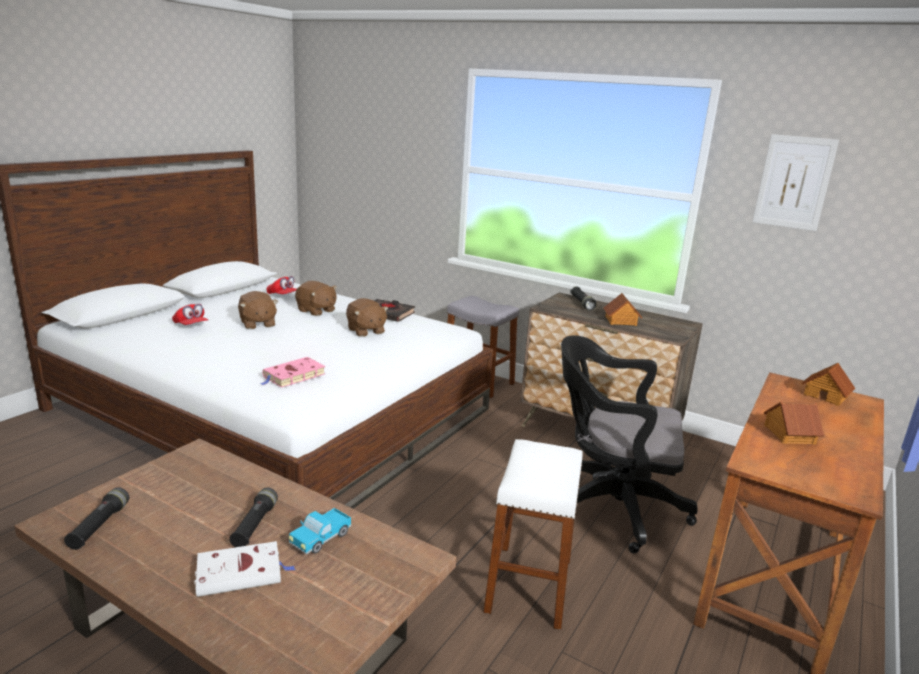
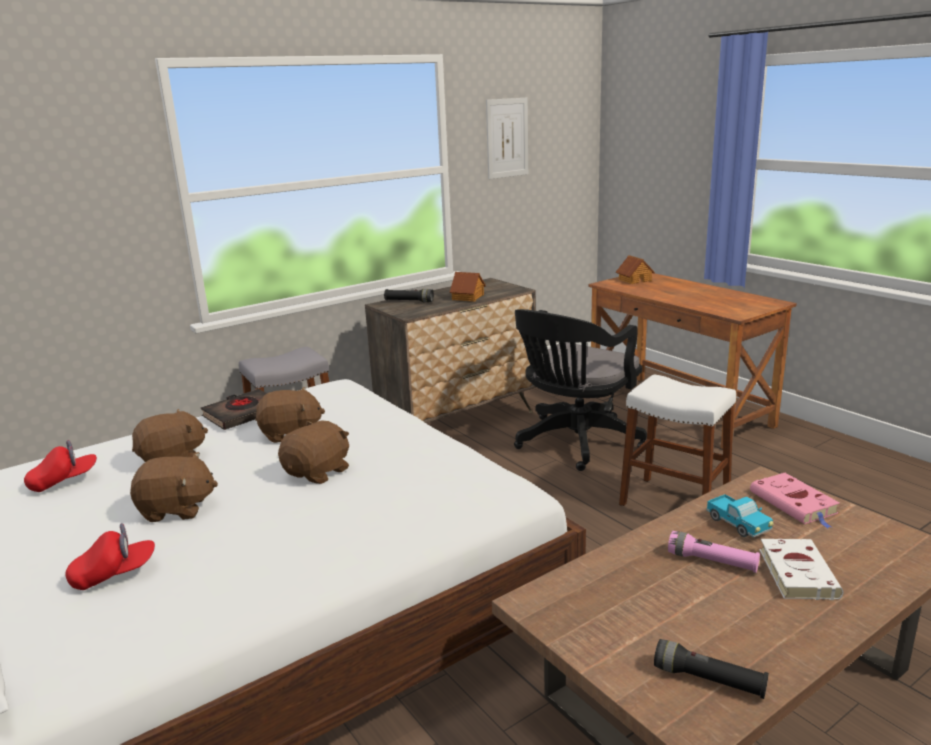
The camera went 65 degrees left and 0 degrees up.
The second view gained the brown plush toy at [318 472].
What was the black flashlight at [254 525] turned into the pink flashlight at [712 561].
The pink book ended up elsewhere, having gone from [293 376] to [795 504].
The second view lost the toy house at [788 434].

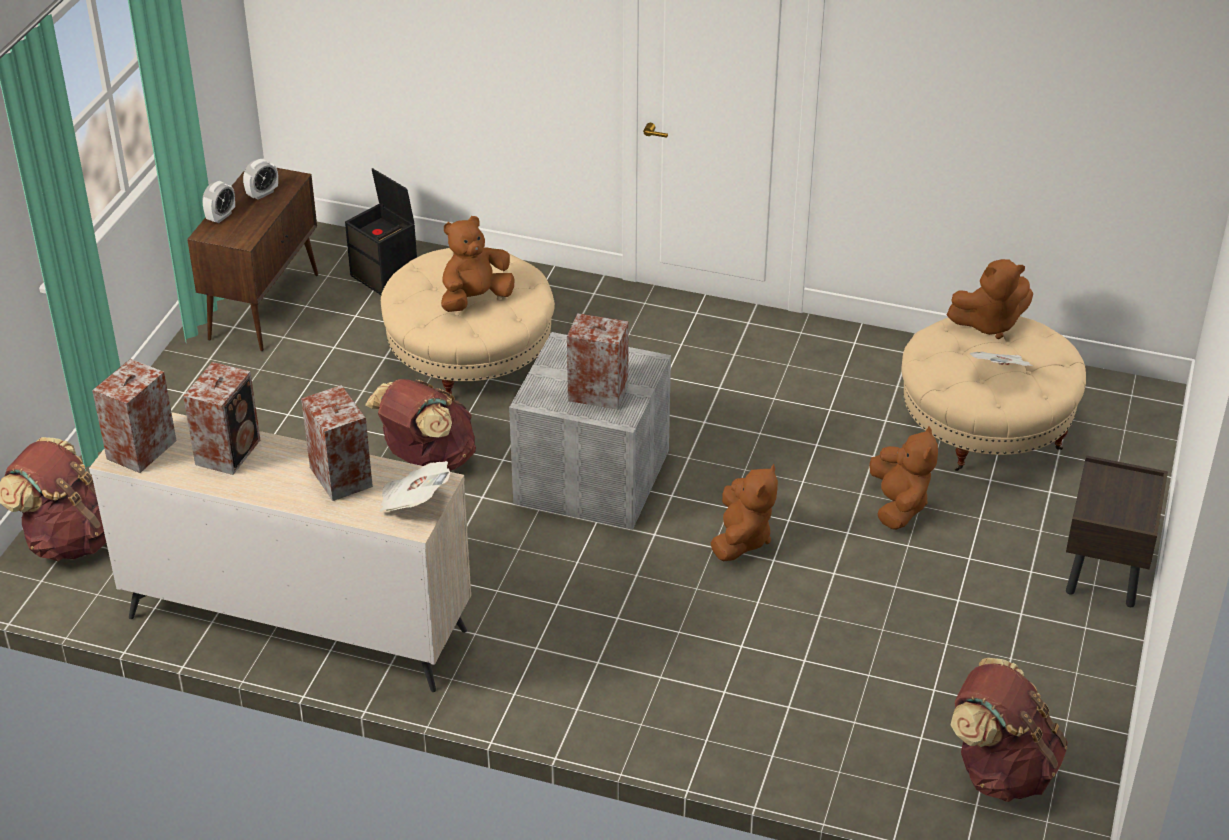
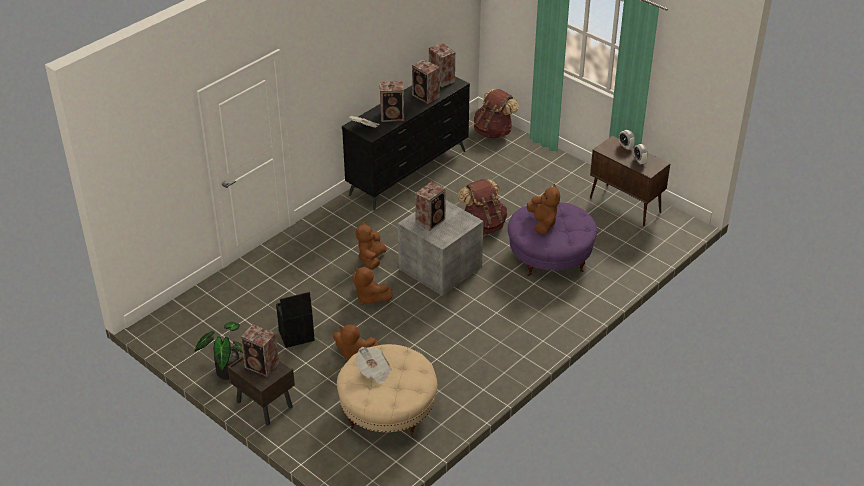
The camera went 115 degrees right and 0 degrees up.
The second view gained the potted plant at [226 370].
The second view gained the speaker at [262 366].
The black storage box ended up elsewhere, having gone from [386 277] to [296 336].
What was the beige dresser at [296 622] turned into the black dresser at [409 172].
The brown plush toy ended up elsewhere, having gone from [989 323] to [371 259].
What was the beige ottoman at [470 356] turned into the purple ottoman at [550 256].
The second view lost the brown backpack at [1000 770].

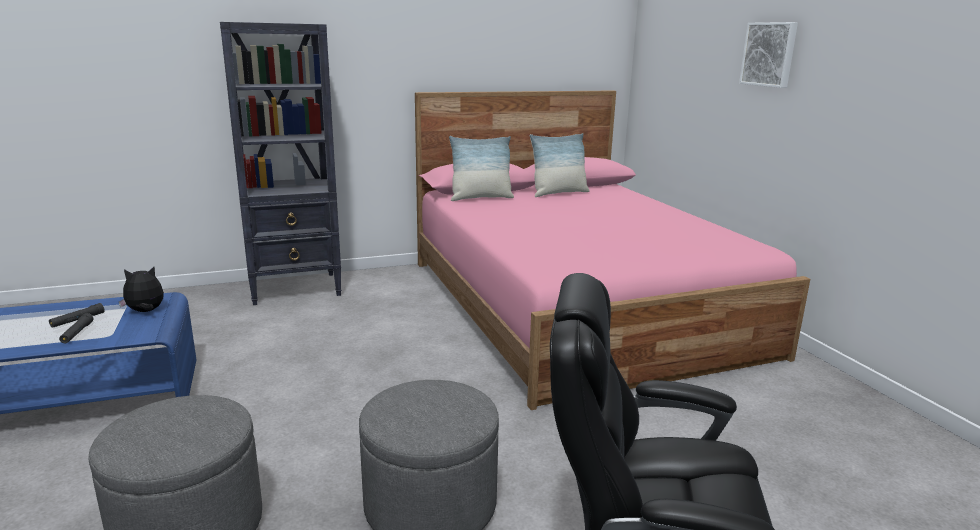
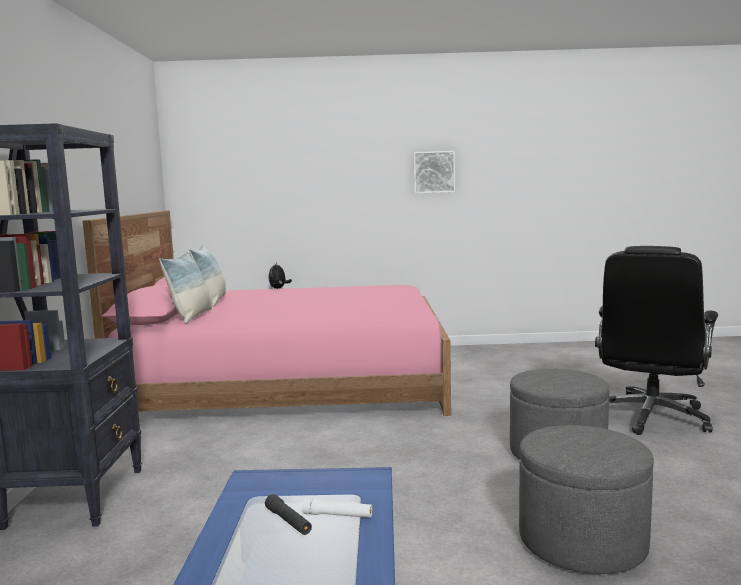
The camera went 70 degrees left and 10 degrees down.
The plush toy ended up elsewhere, having gone from [146 311] to [279 288].
What was the black flashlight at [77 333] turned into the white flashlight at [337 515].
The picture ended up elsewhere, having gone from [769 54] to [434 172].

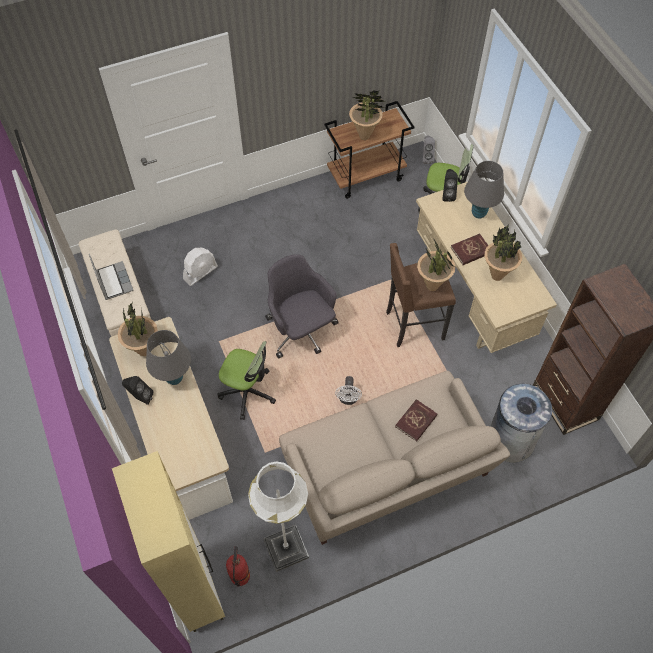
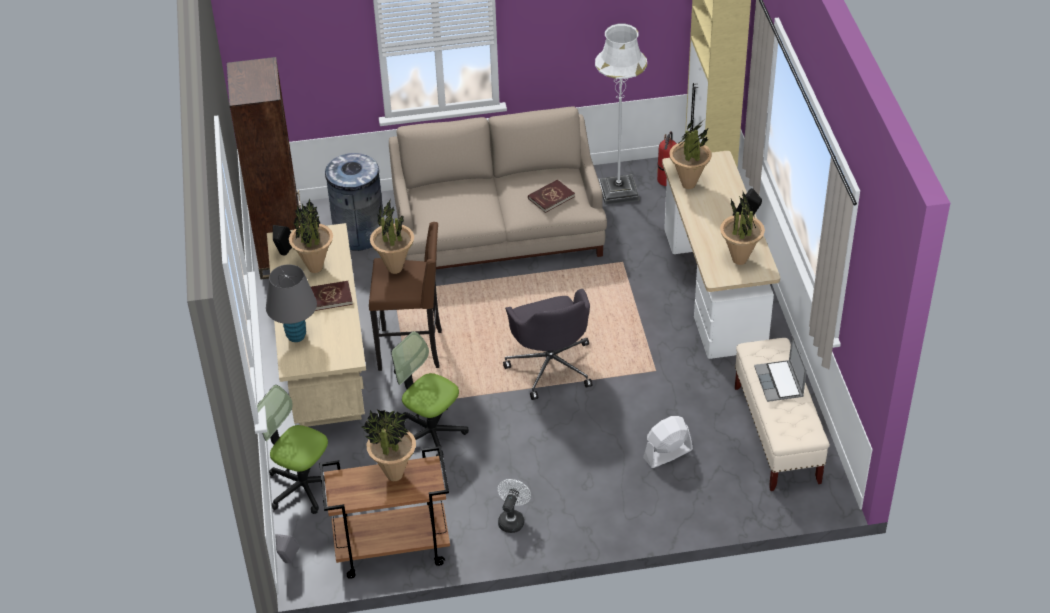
The camera went 165 degrees left and 15 degrees down.
The black speaker ended up elsewhere, having gone from [447 195] to [284 254].
The office chair ended up elsewhere, having gone from [248 392] to [430 433].
The white fan ended up elsewhere, having gone from [348 399] to [512 519].
The red book ended up elsewhere, having gone from [416 421] to [551 197].
The second view gained the potted plant at [688 184].
The second view lost the grey table lamp at [174 378].

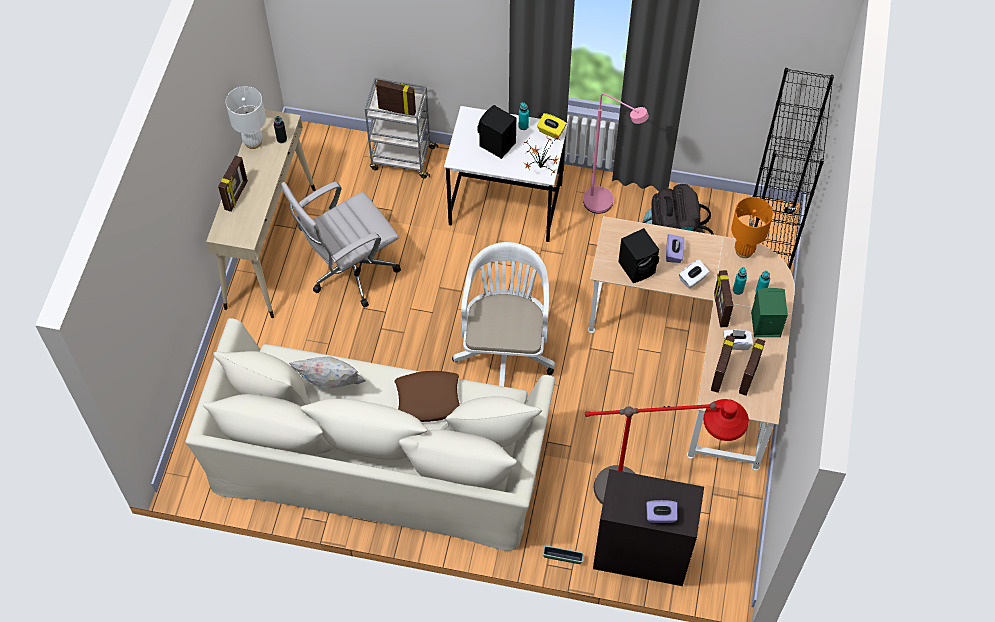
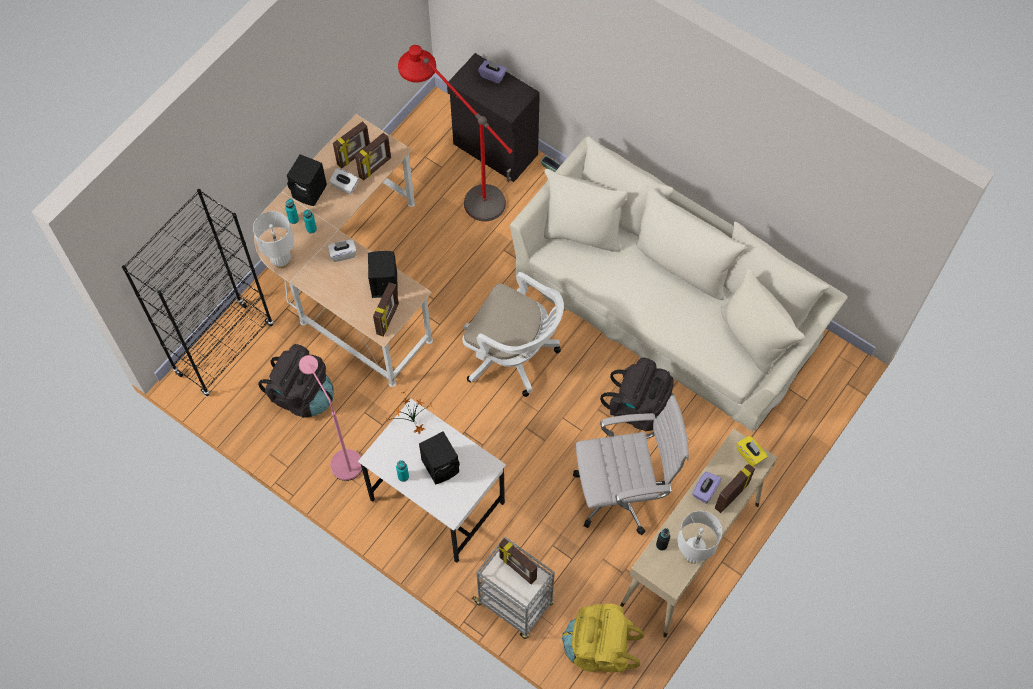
The camera went 155 degrees left and 5 degrees up.
What was the orange table lamp at [744 251] turned into the white table lamp at [281 260].
What was the green speaker at [764 324] turned into the black speaker at [310 192].
The picture frame ended up elsewhere, having gone from [720 310] to [388 319].
The white office chair at [505 348] ended up facing another way, 90 degrees counterclockwise from before.
The second view gained the yellow backpack at [599 648].
The second view gained the black backpack at [639 408].
The purple tissue box ended up elsewhere, having gone from [674 253] to [705 490].
The yellow tissue box ended up elsewhere, having gone from [551 131] to [750 454].
The second view lost the white pillow at [331 387].
The second view lost the brown pillow at [428 400].

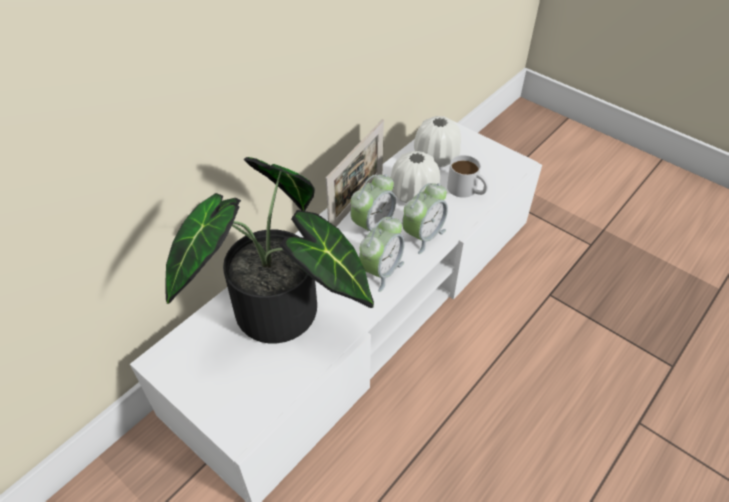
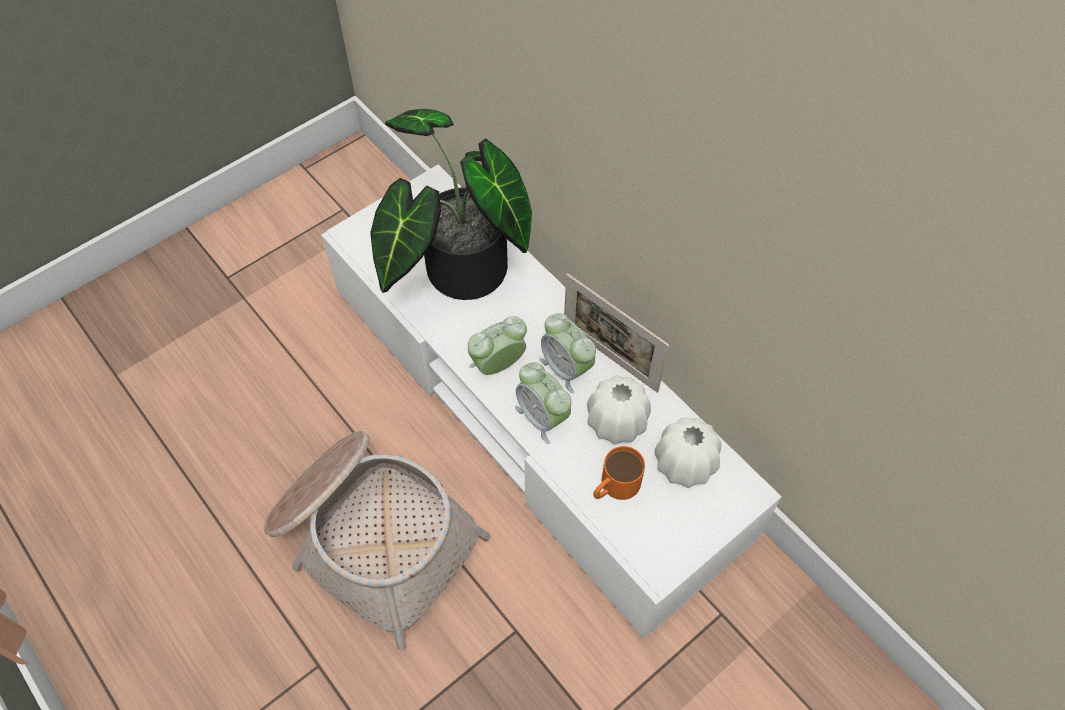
The camera went 100 degrees right and 10 degrees up.
The second view gained the basket at [373 537].
The alarm clock at [381 271] ended up facing another way, 105 degrees clockwise from before.
What was the white mug at [467 190] turned into the orange mug at [614 486].

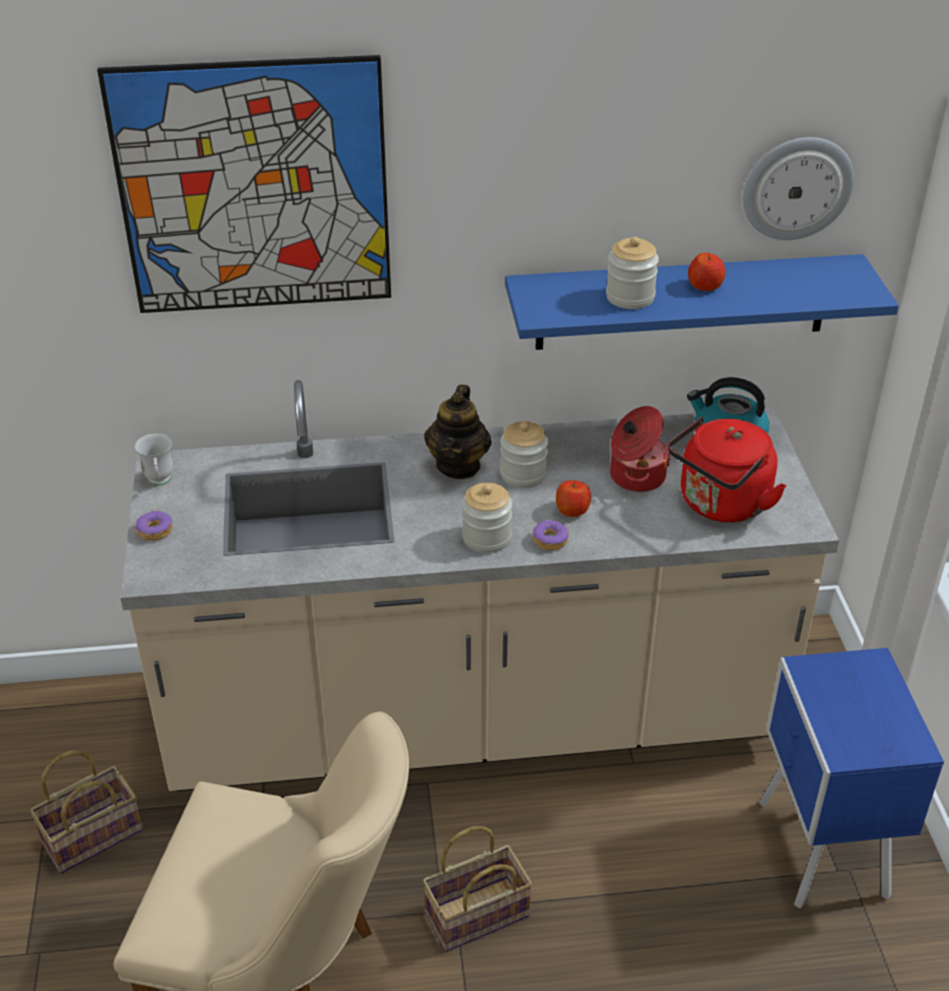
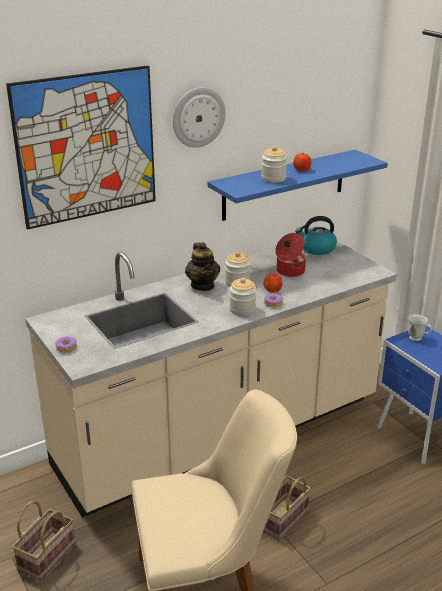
The camera went 25 degrees left and 10 degrees down.
The wall clock ended up elsewhere, having gone from [796 187] to [198 117].
The white mug ended up elsewhere, having gone from [159 482] to [418 339].
The second view lost the red kettle at [720 505].

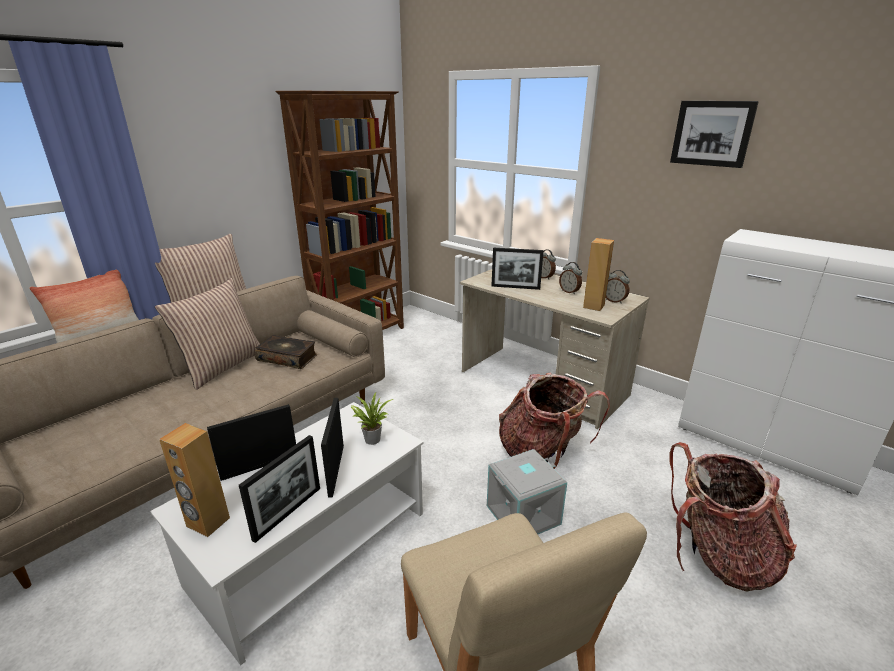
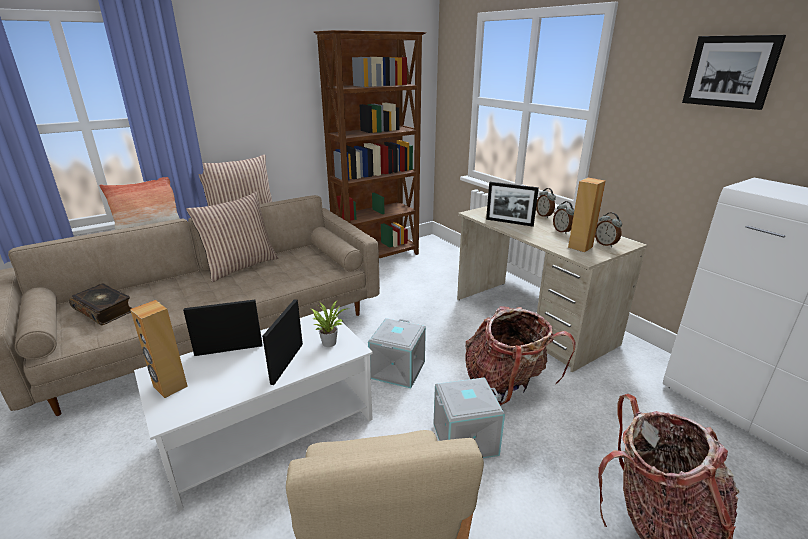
The camera went 15 degrees right and 0 degrees up.
The book ended up elsewhere, having gone from [287 358] to [105 310].
The second view gained the grey storage box at [398 370].
The second view lost the picture frame at [288 513].

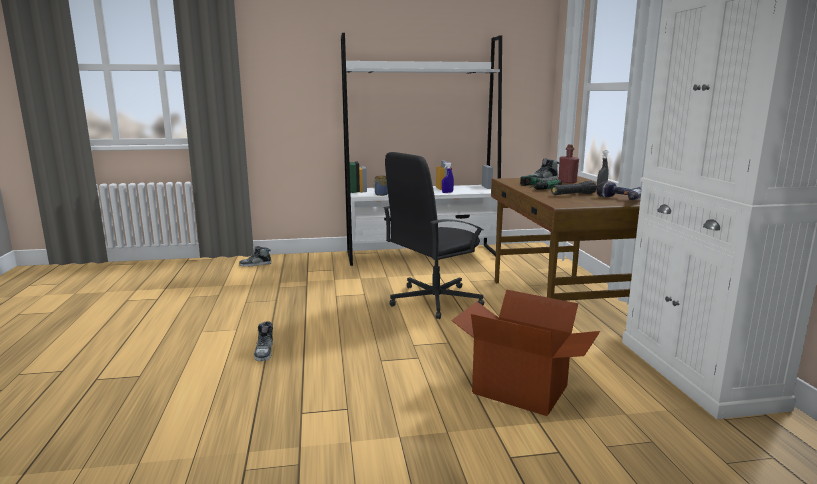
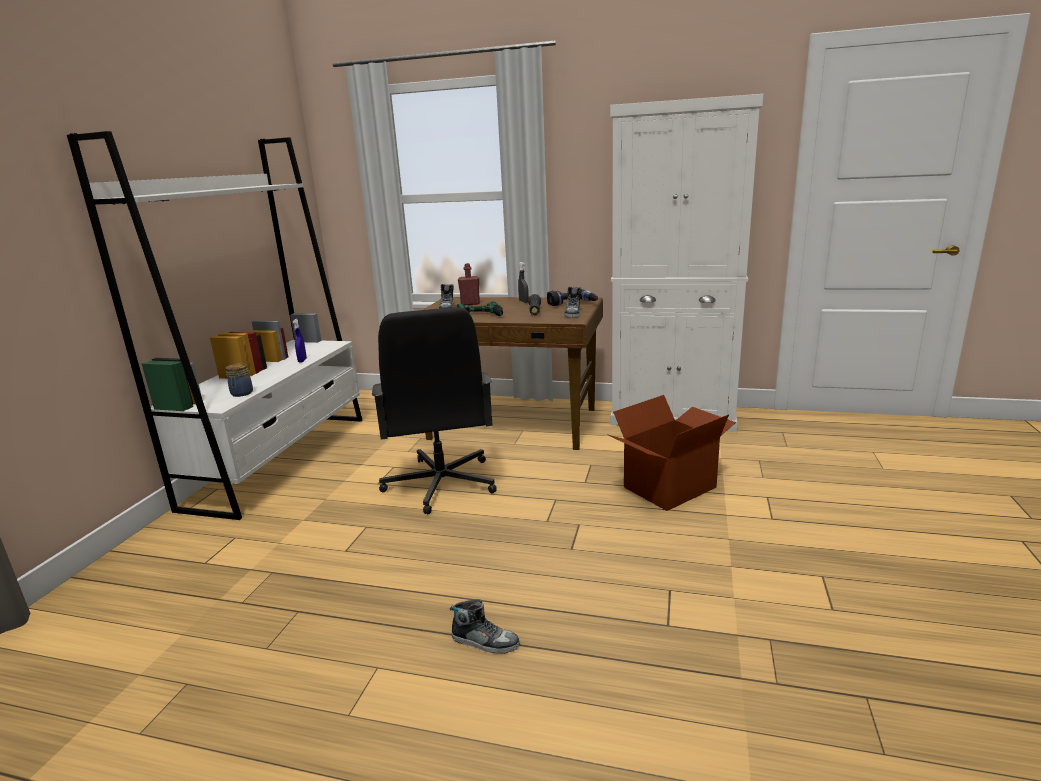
The camera went 65 degrees left and 5 degrees up.
The shoe ended up elsewhere, having gone from [255 264] to [573 313].

